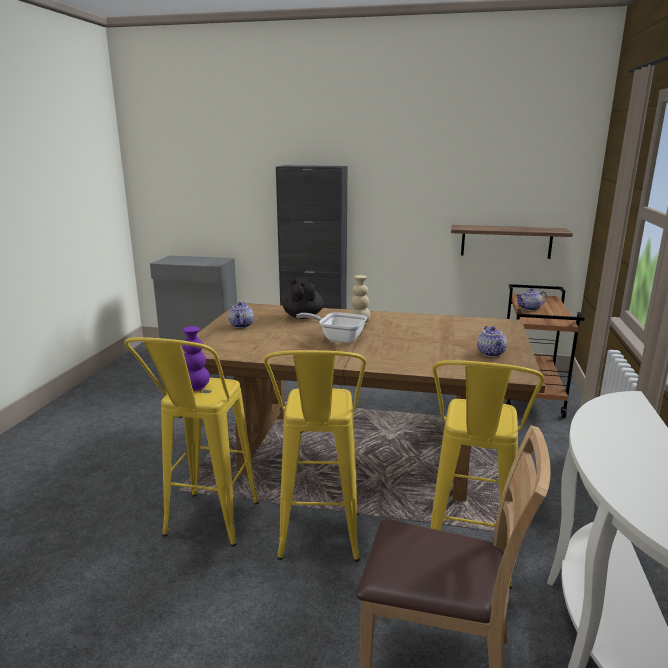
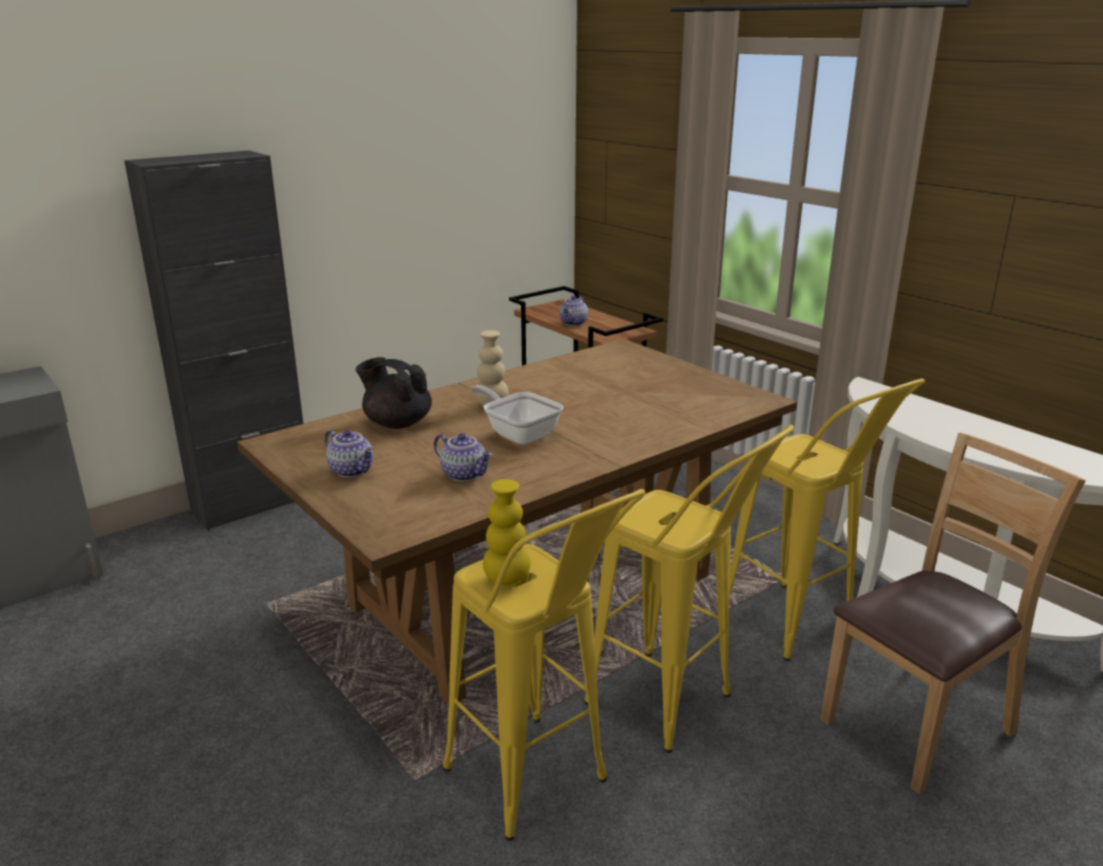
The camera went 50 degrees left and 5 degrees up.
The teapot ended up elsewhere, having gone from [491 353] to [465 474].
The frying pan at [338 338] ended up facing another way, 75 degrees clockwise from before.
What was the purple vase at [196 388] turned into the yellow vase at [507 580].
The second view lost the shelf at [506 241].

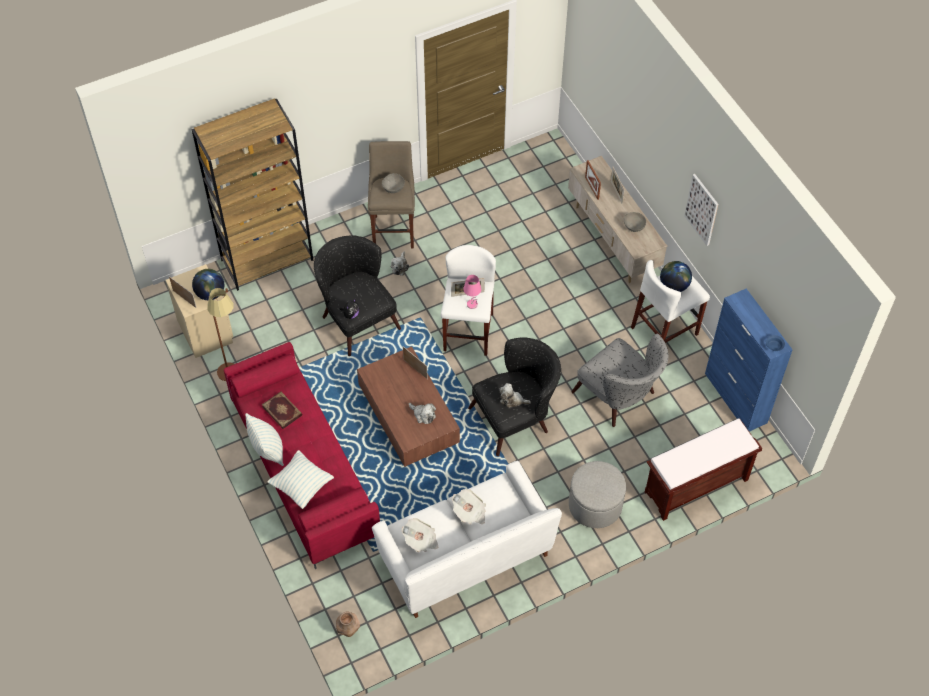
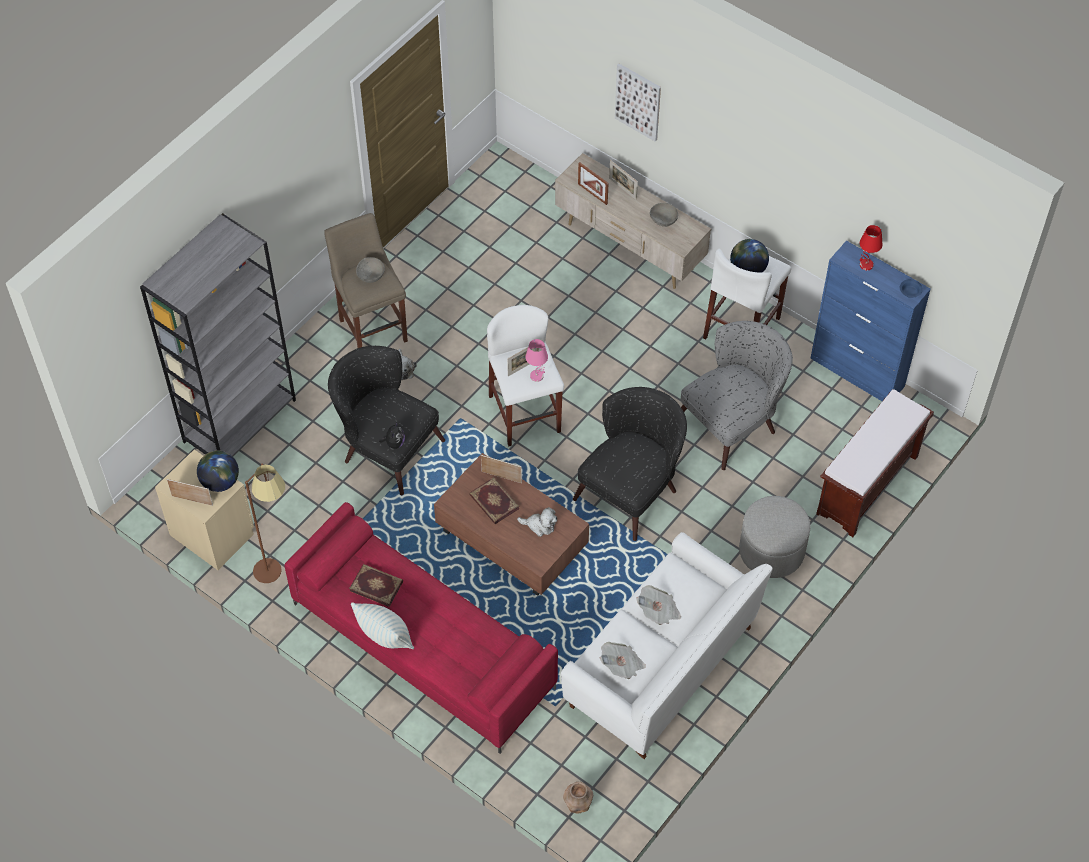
The camera went 25 degrees left and 0 degrees up.
What was the brown bookcase at [267 260] turned into the grey bookcase at [240 420].
The second view gained the book at [493 502].
The picture ended up elsewhere, having gone from [702 209] to [638 102].
The grey armchair at [619 398] ended up facing another way, 60 degrees counterclockwise from before.
The second view gained the red table lamp at [866 265].
The second view lost the pillow at [301 485].
The second view lost the plush toy at [512 400].

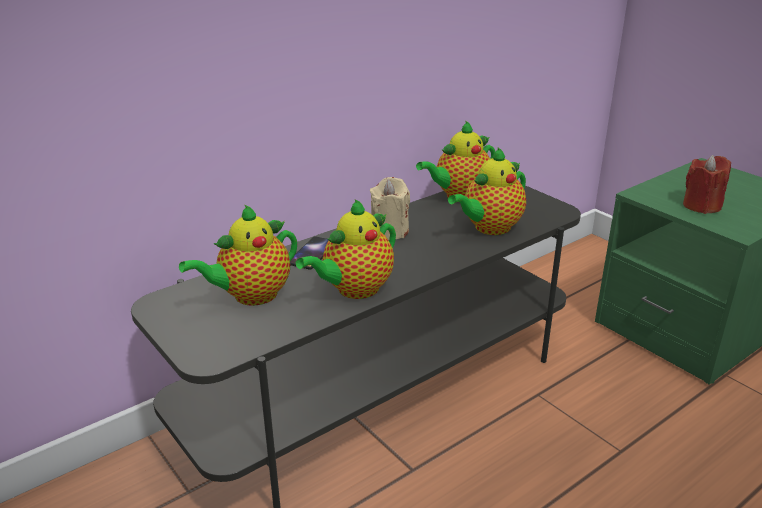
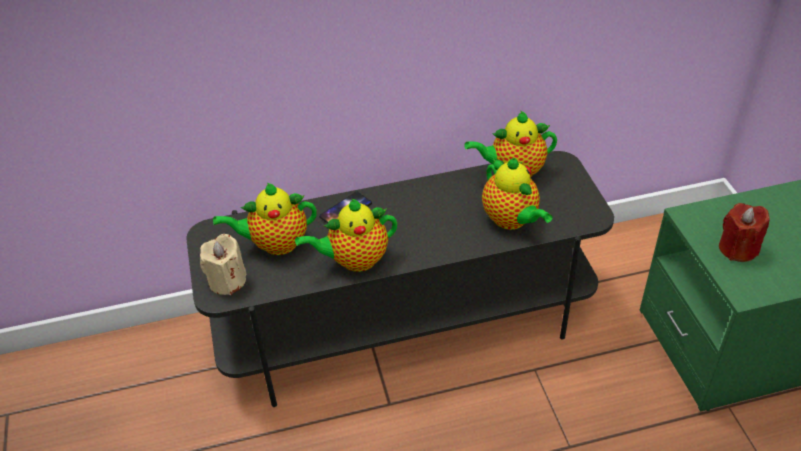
The camera went 25 degrees right and 15 degrees up.
The beige candle ended up elsewhere, having gone from [389 231] to [227 281].
The teapot at [489 228] ended up facing another way, 105 degrees counterclockwise from before.

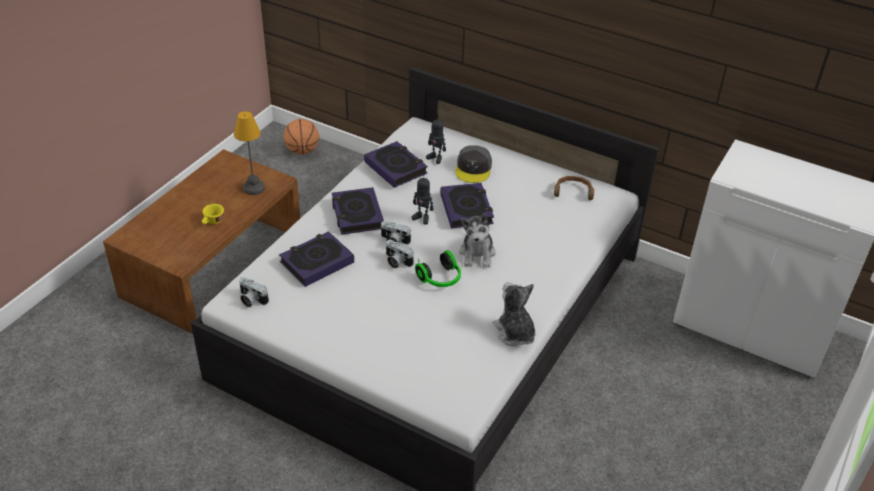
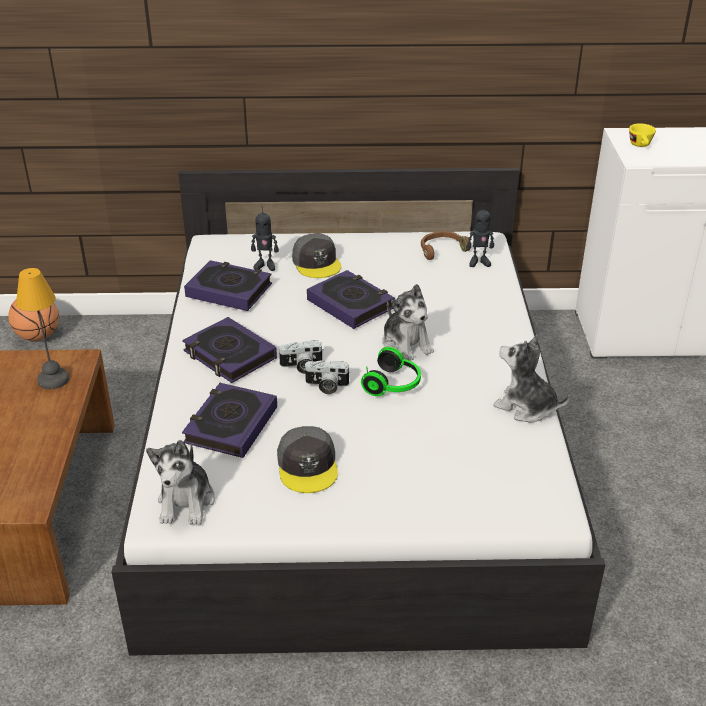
The camera went 30 degrees left and 5 degrees down.
Where the photo camera stood at [251 299], the plush toy came to stand at [186 502].
The second view gained the grey cap at [308 466].
The toy robot ended up elsewhere, having gone from [422 218] to [479 262].
The yellow cup ended up elsewhere, having gone from [213 222] to [641 145].

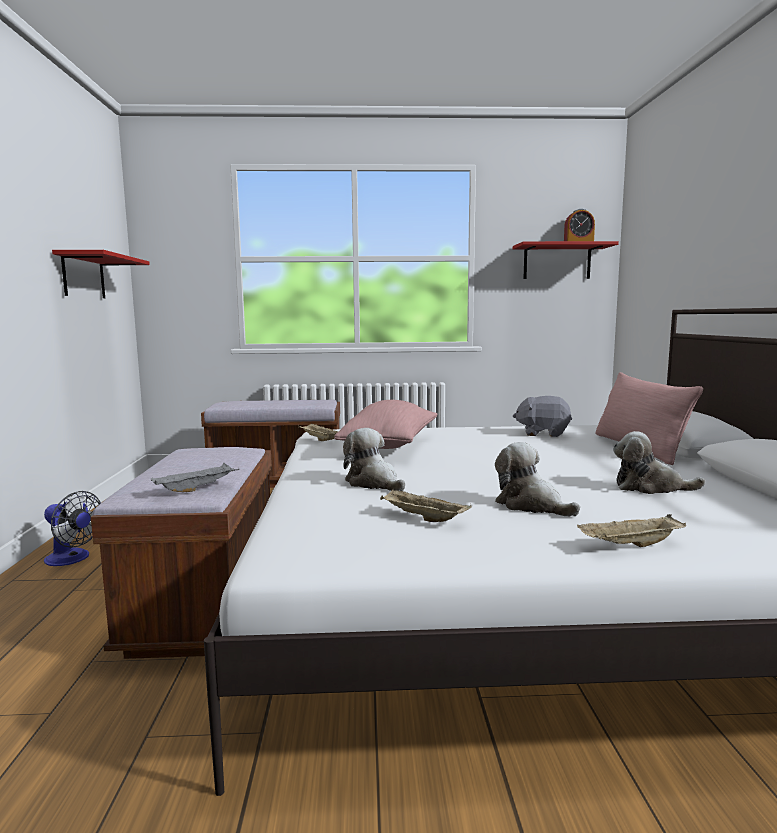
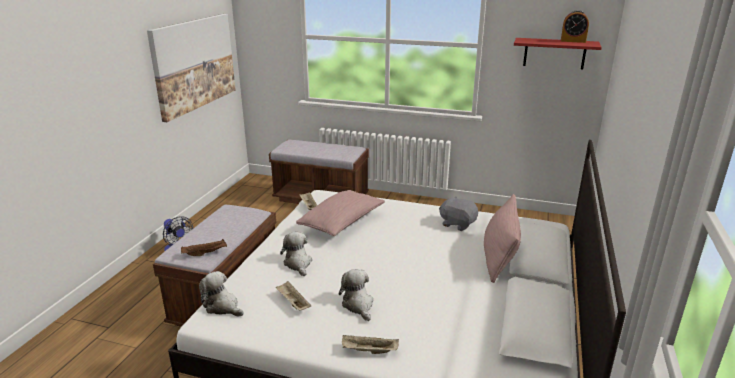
The camera went 20 degrees right and 15 degrees up.
Where the red shelf hung at [83 276], the picture came to hang at [194 64].
What was the grey tray at [197 488] turned into the brown tray at [205 253].
The plush toy ended up elsewhere, having gone from [650 487] to [222 306].

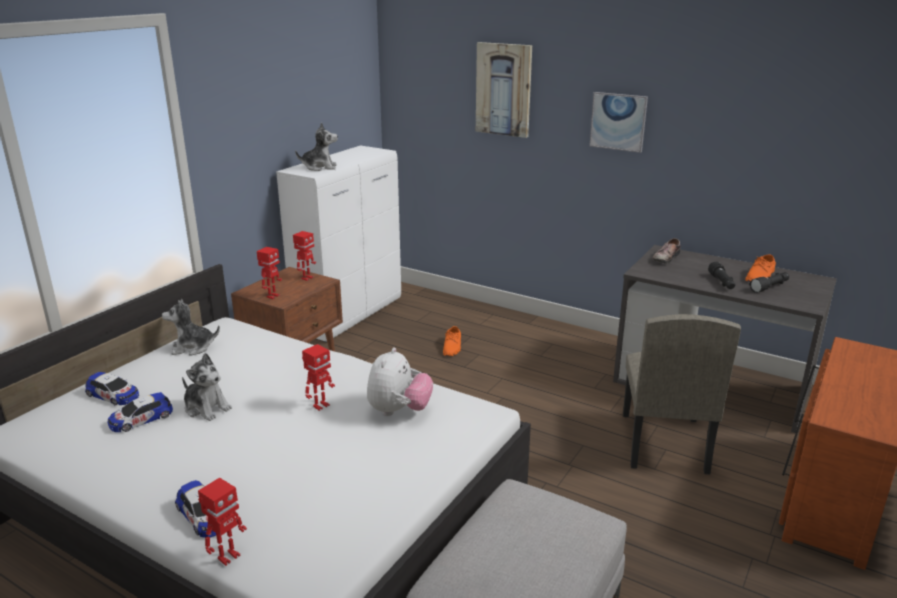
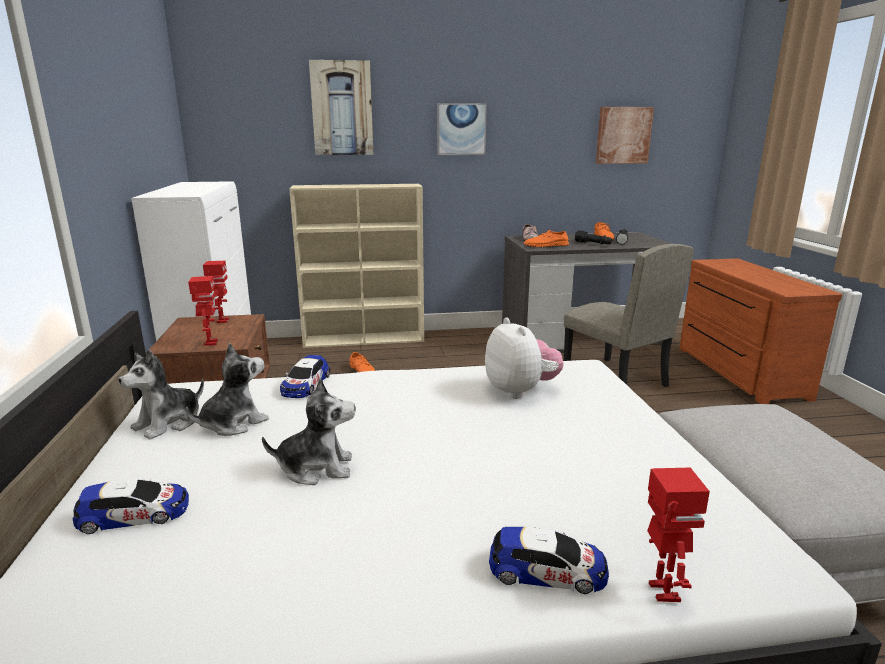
The camera went 40 degrees left and 5 degrees down.
The plush toy ended up elsewhere, having gone from [320 167] to [233 423].
The toy car ended up elsewhere, having gone from [141 419] to [305 384].
The second view gained the beige bookcase at [365 339].
The second view gained the orange shoe at [546 245].
The second view gained the picture at [623 135].
The second view lost the toy robot at [320 405].

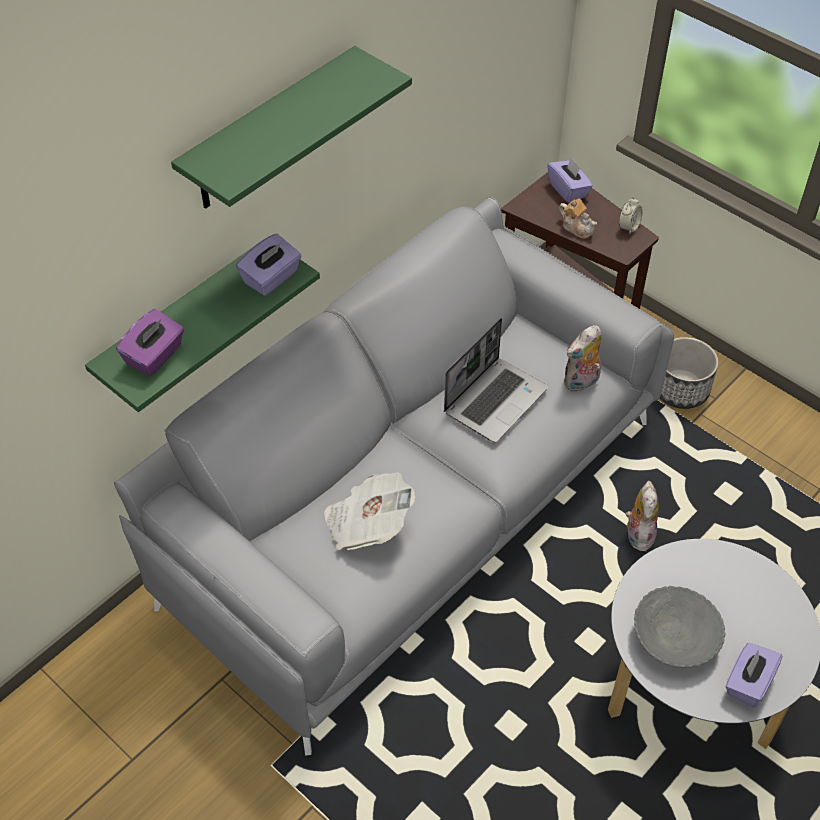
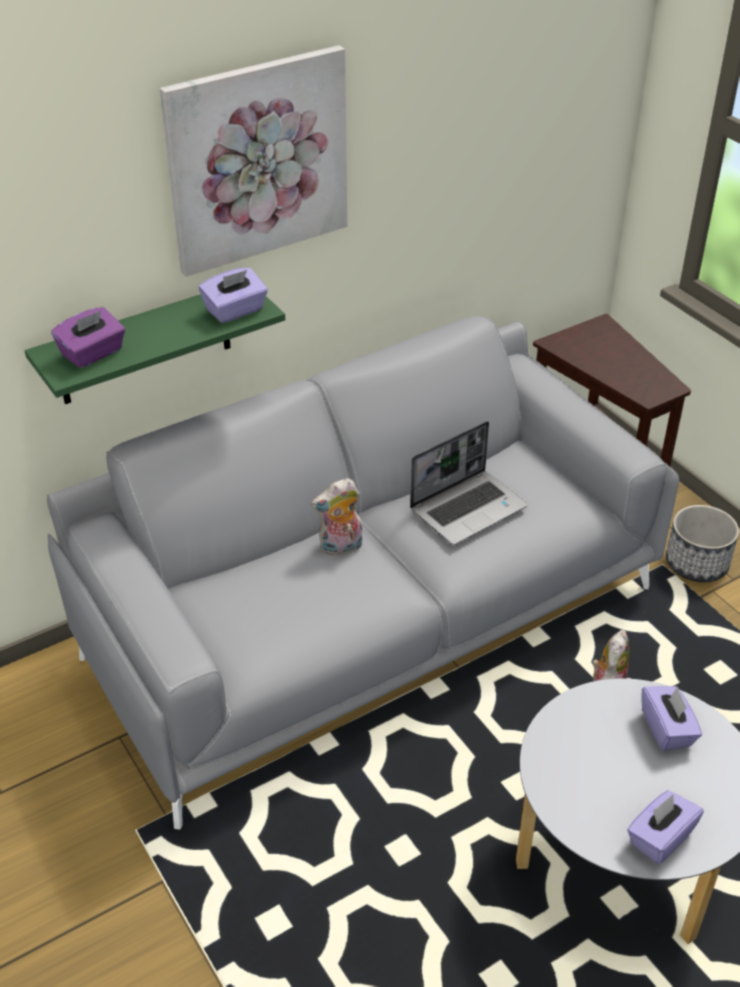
The camera went 15 degrees right and 10 degrees down.
Where the green shelf hung at [270 131], the picture came to hang at [257 159].
The plush toy ended up elsewhere, having gone from [581 382] to [340 548].
The purple tissue box ended up elsewhere, having gone from [568 190] to [667 729].
The second view lost the newspaper at [368 524].
The second view lost the teapot at [577 227].
The second view lost the alarm clock at [628 227].
The second view lost the grey bowl at [675 638].

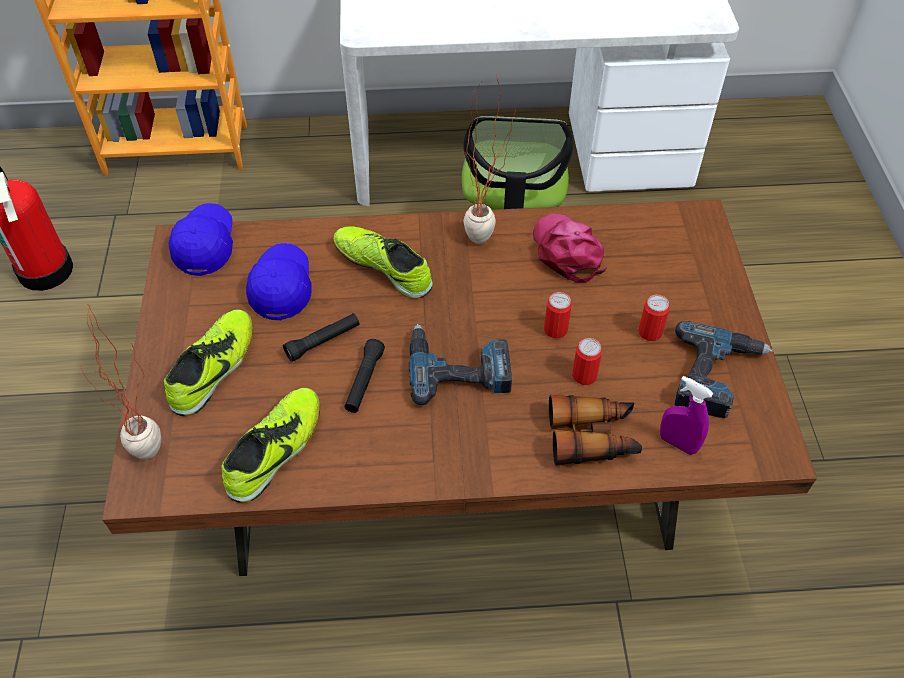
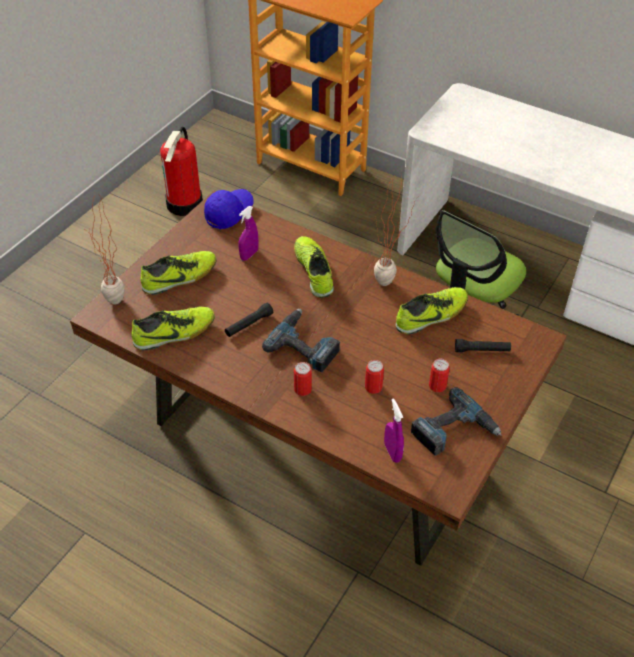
The camera went 35 degrees right and 5 degrees down.
Where the blue cap stood at [281 288], the purple spray bottle came to stand at [249 255].
The can ended up elsewhere, having gone from [555 329] to [302 389].
Where the pink cap stood at [567 251], the shoe came to stand at [431 316].
The black flashlight ended up elsewhere, having gone from [323 341] to [482 350].
The second view lost the binoculars at [593 437].

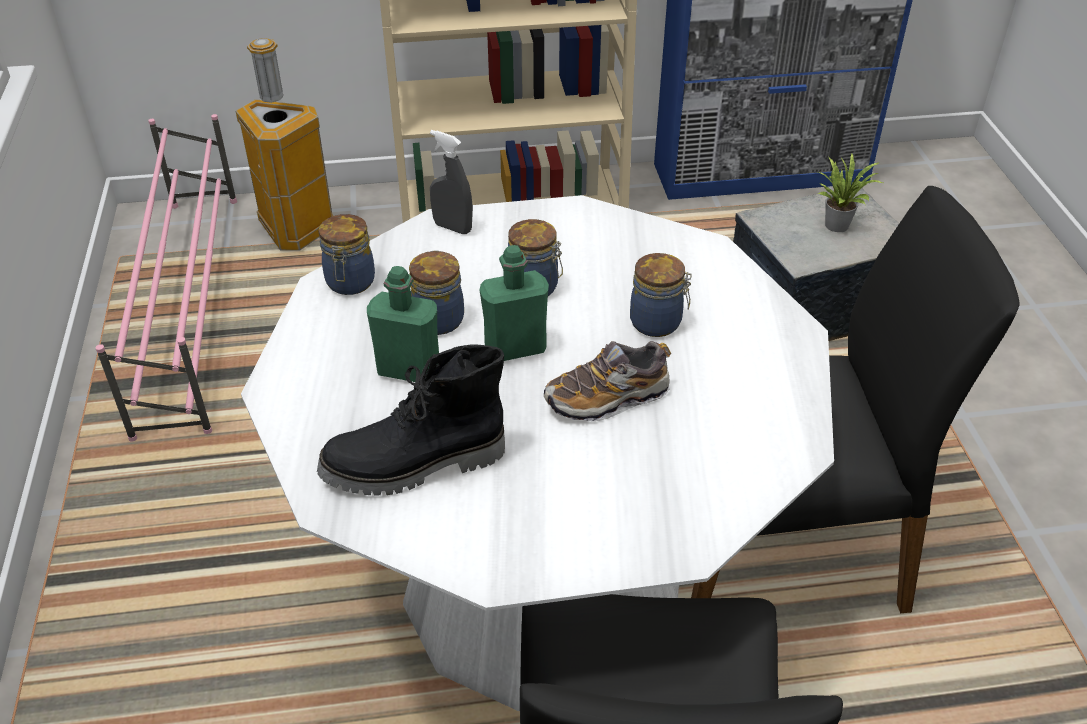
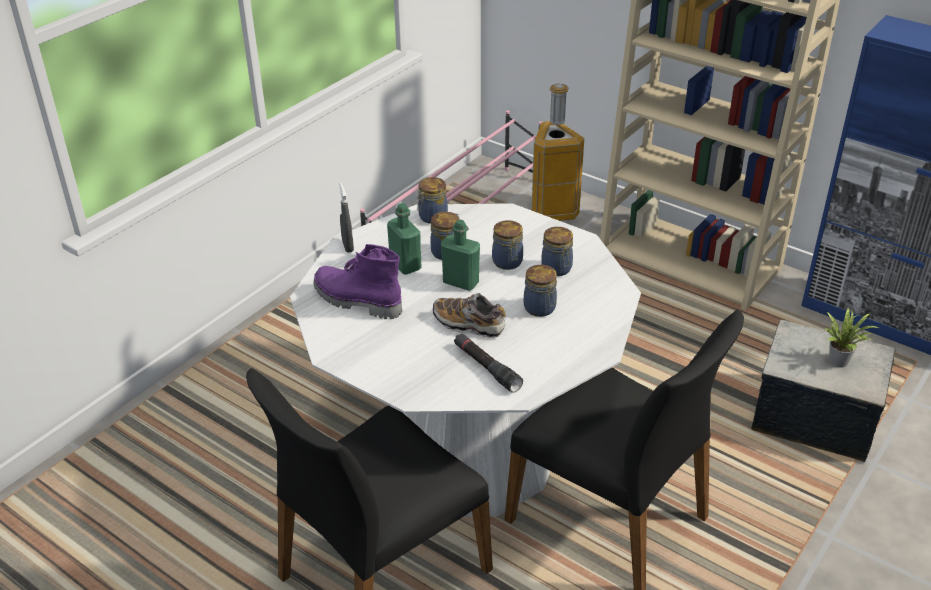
The camera went 45 degrees right and 5 degrees down.
What was the black boot at [415 466] turned into the purple boot at [356 301].
The grey spray bottle ended up elsewhere, having gone from [452 227] to [347 246].
The second view gained the black flashlight at [486 367].
The second view gained the jar at [557 269].

